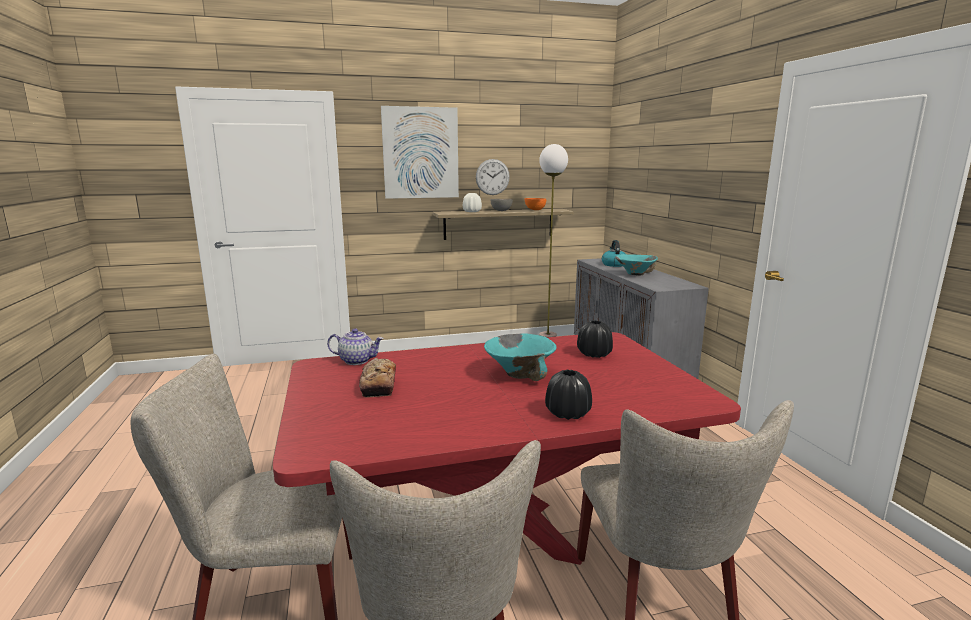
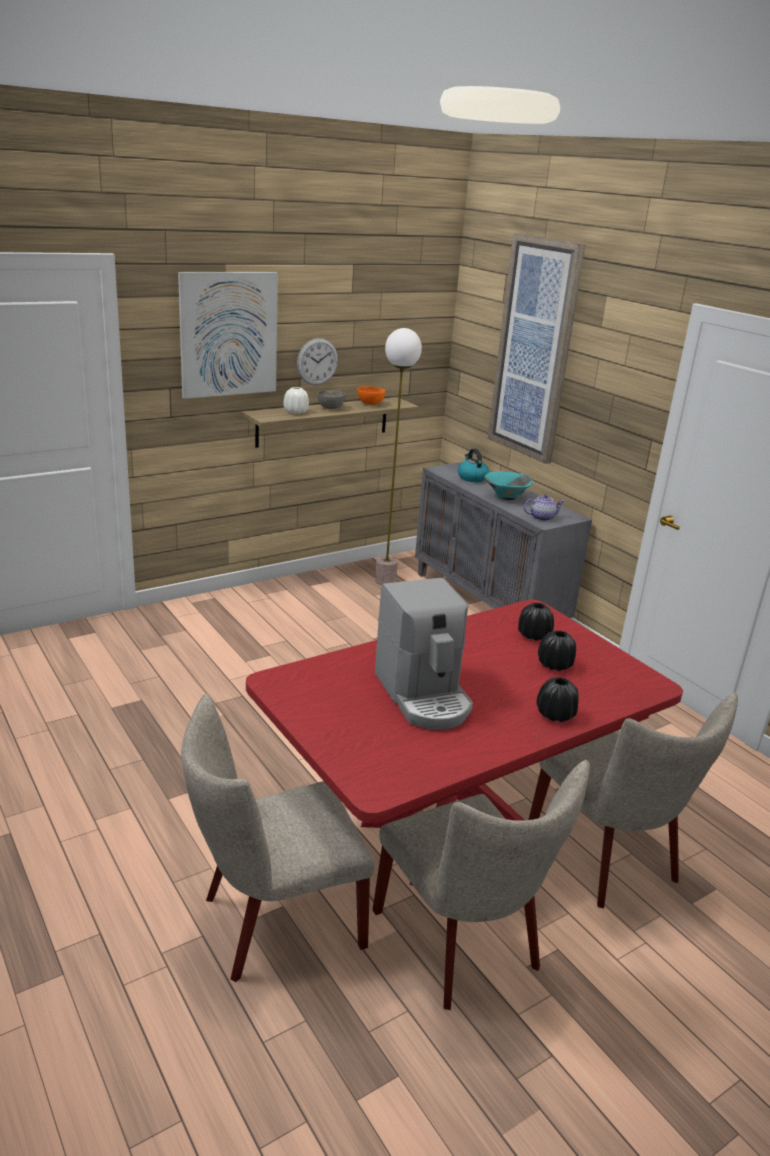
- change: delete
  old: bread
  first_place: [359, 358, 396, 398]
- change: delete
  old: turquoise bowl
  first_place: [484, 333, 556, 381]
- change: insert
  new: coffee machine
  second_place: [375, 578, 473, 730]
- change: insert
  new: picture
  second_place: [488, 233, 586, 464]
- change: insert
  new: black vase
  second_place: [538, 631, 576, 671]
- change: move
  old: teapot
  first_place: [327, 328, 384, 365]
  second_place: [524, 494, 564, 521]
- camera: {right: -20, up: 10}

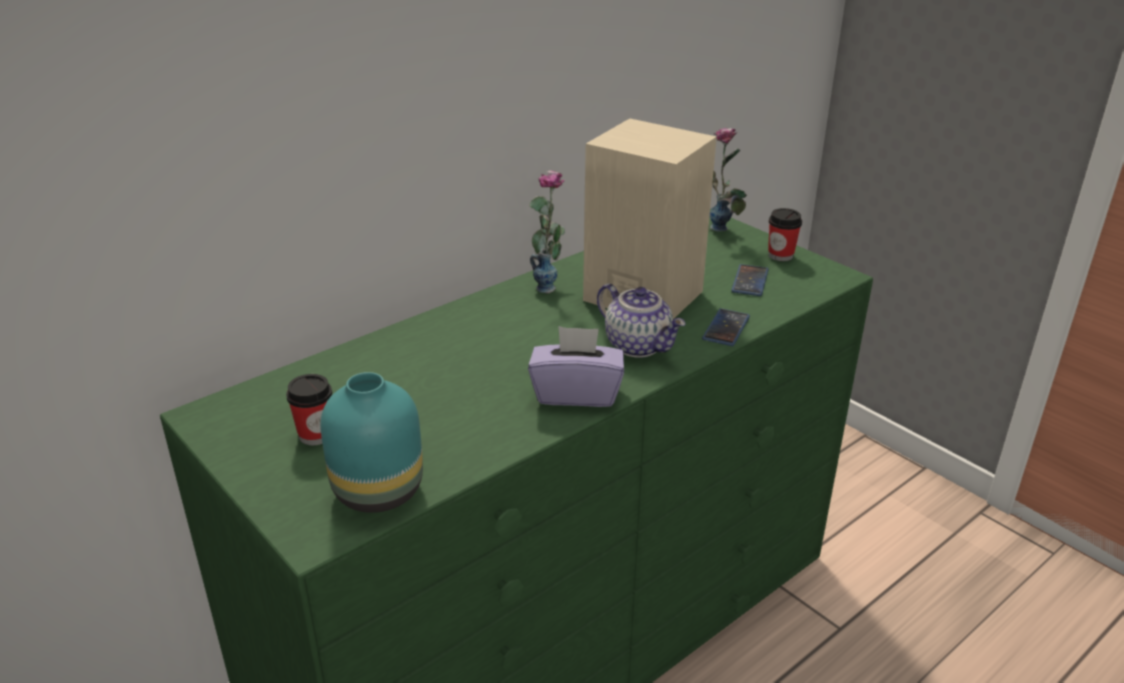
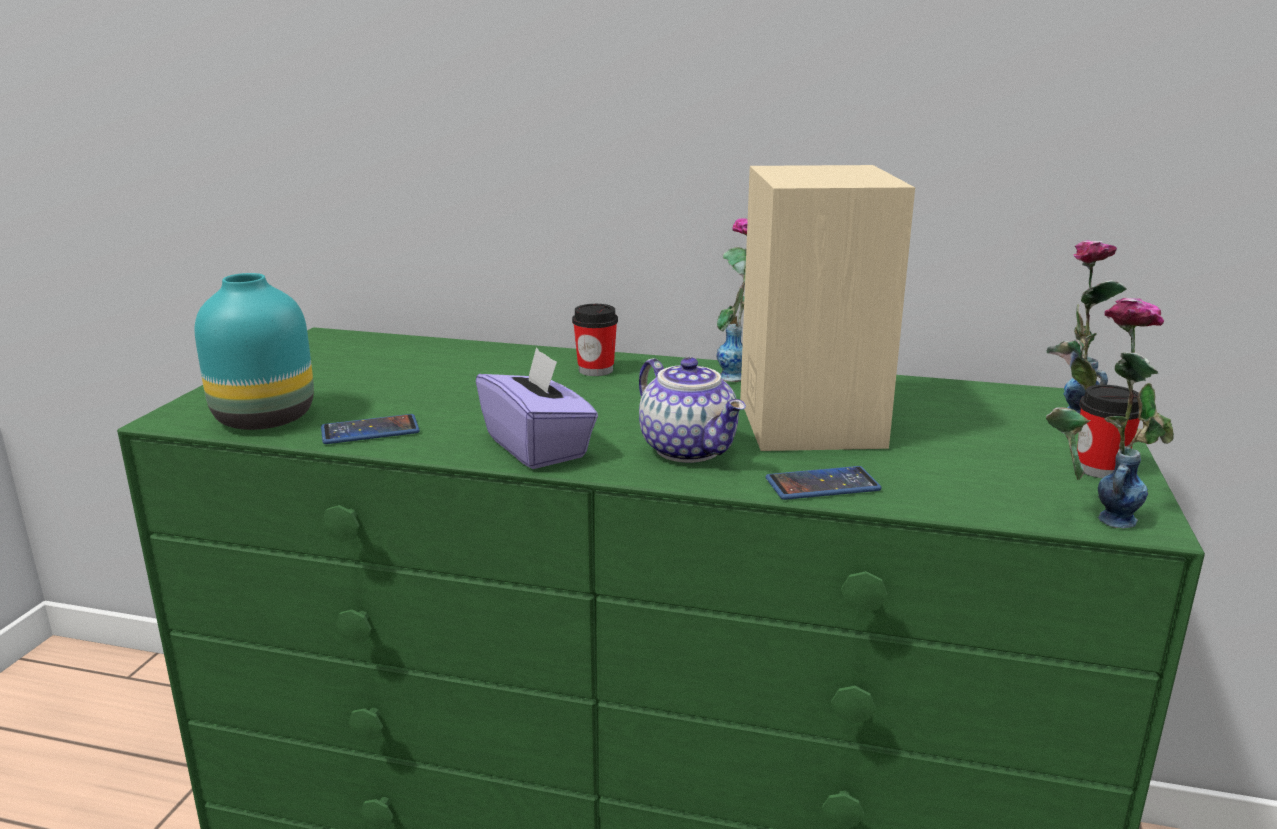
- change: insert
  new: vase
  second_place: [1046, 298, 1174, 529]
- change: move
  old: cup
  first_place: [286, 374, 332, 445]
  second_place: [572, 304, 618, 376]
- change: move
  old: phone
  first_place: [731, 264, 769, 296]
  second_place: [321, 414, 420, 444]
- change: rotate
  old: teapot
  first_place: [597, 283, 686, 358]
  second_place: [639, 357, 746, 463]
  degrees: -45
- camera: {right: 55, up: -10}

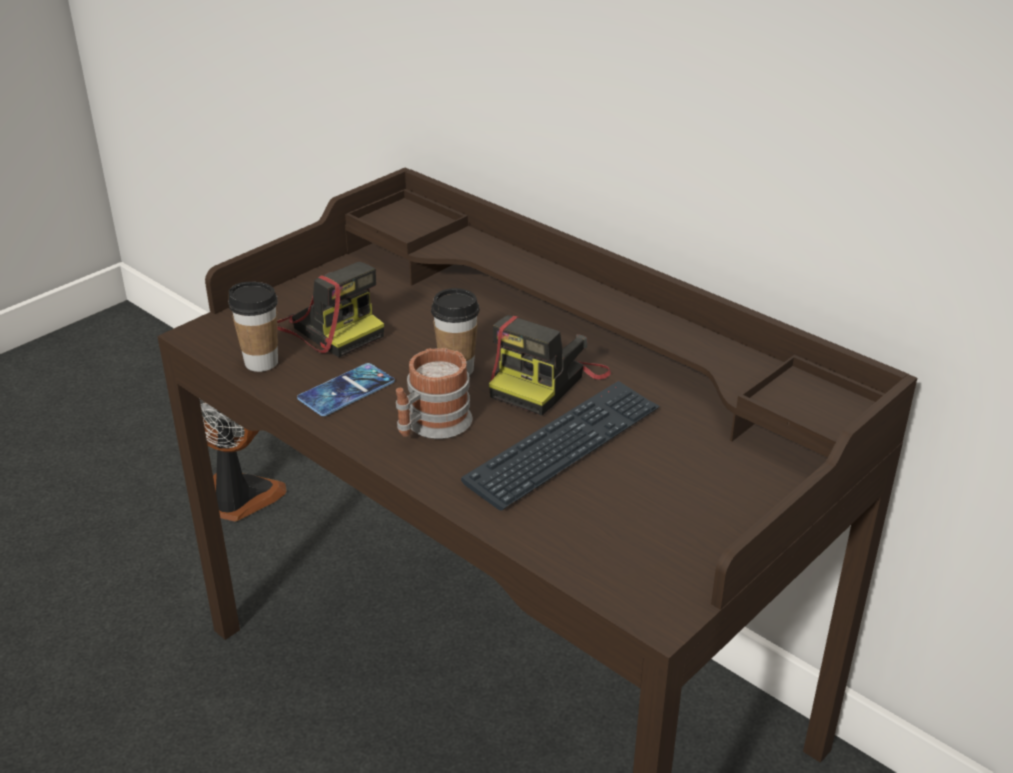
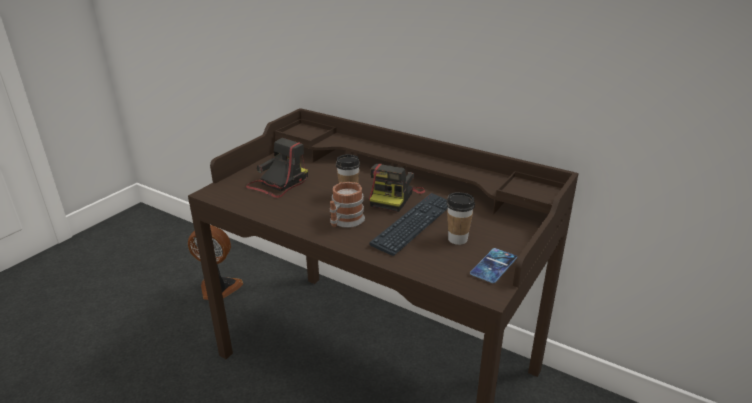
- change: move
  old: cup
  first_place: [228, 282, 278, 372]
  second_place: [446, 192, 475, 245]
- change: move
  old: phone
  first_place: [297, 363, 395, 416]
  second_place: [470, 248, 517, 283]
- change: rotate
  old: photo camera
  first_place: [277, 262, 384, 357]
  second_place: [246, 138, 308, 198]
  degrees: -90
- camera: {right: -10, up: -5}

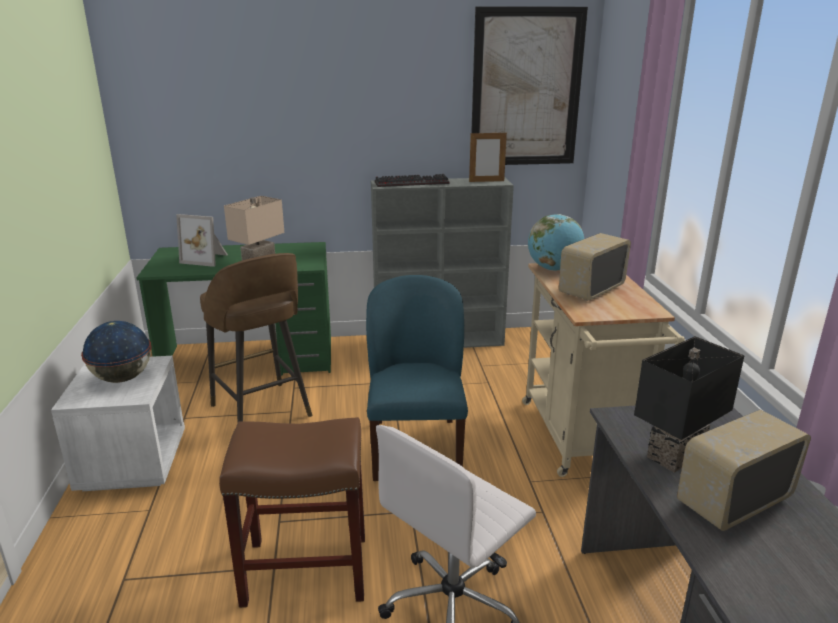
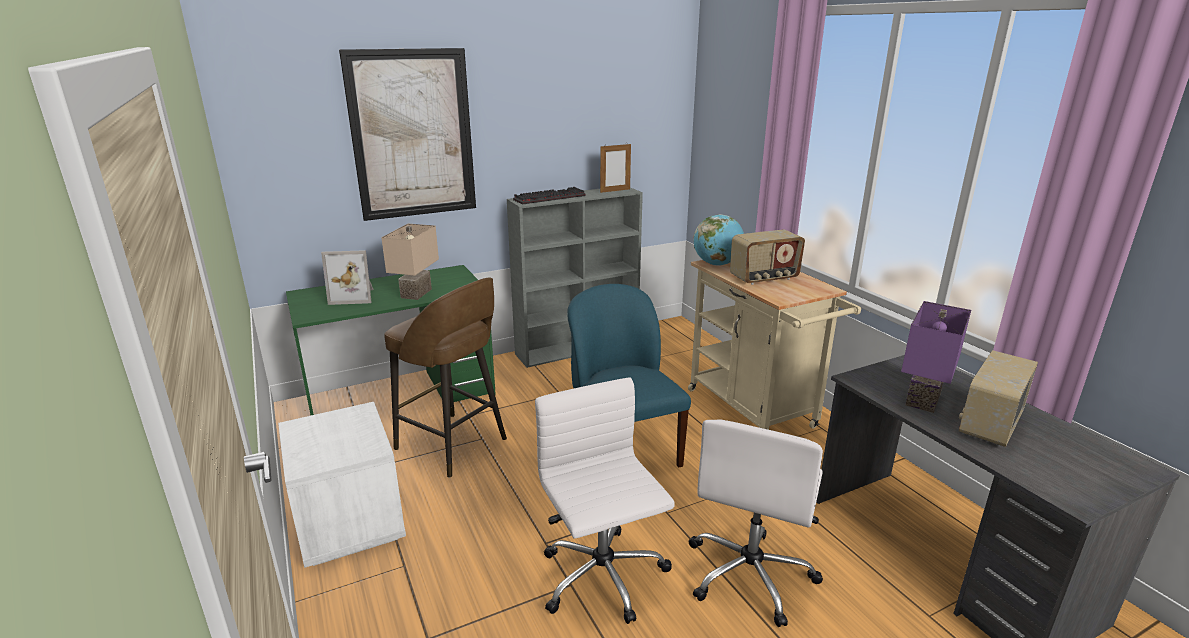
- change: delete
  old: globe
  first_place: [81, 321, 151, 383]
- change: move
  old: picture
  first_place: [471, 6, 588, 165]
  second_place: [339, 48, 476, 221]
- change: replace
  old: brown stool
  new: white office chair
  first_place: [219, 417, 365, 608]
  second_place: [535, 377, 675, 624]
- change: recolor
  old: black table lamp
  new: purple table lamp
  first_place: [634, 336, 744, 473]
  second_place: [901, 301, 971, 413]
- change: rotate
  old: radio
  first_place: [559, 233, 631, 301]
  second_place: [730, 229, 805, 285]
  degrees: -135
- camera: {right: -20, up: 0}

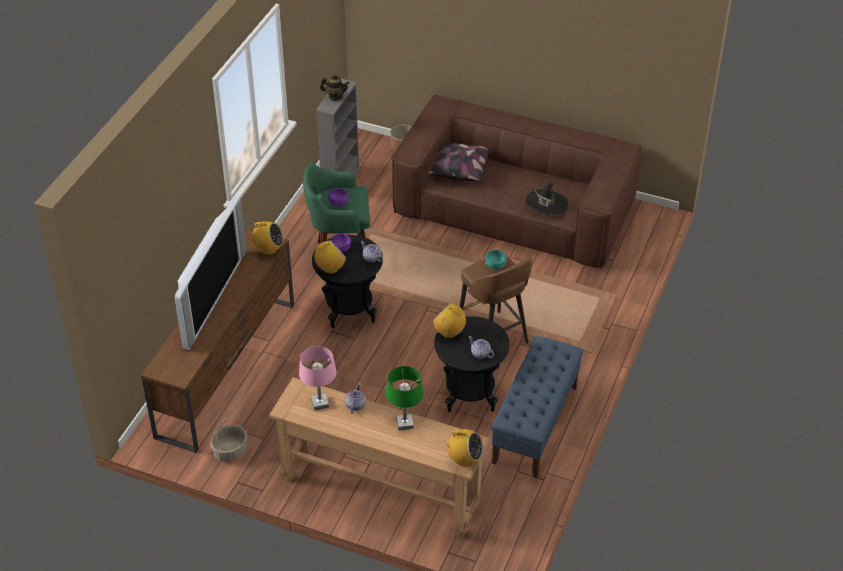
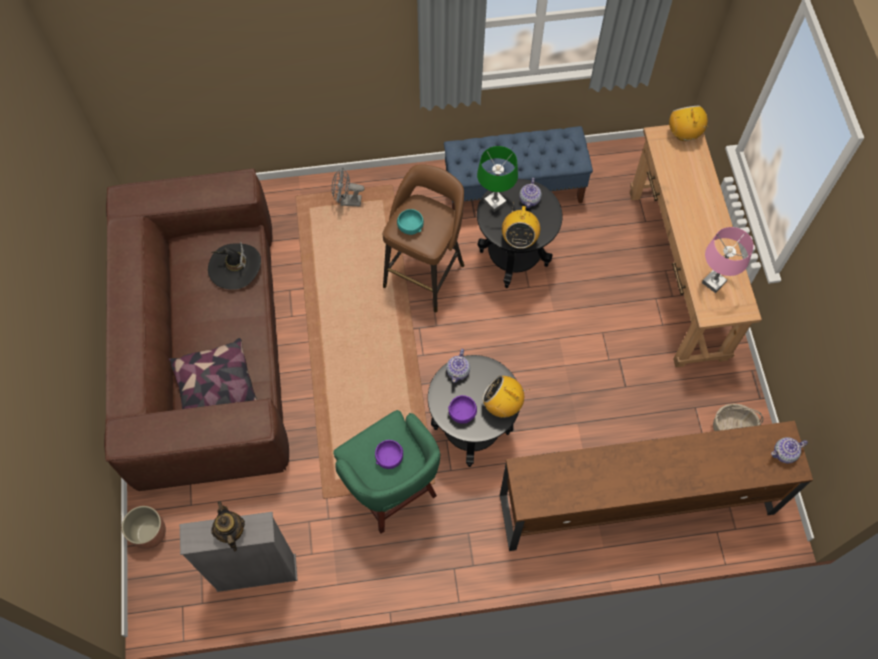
- change: delete
  old: television
  first_place: [175, 197, 246, 350]
- change: delete
  old: radio
  first_place: [248, 222, 283, 255]
- change: insert
  new: grey fan
  second_place: [332, 168, 364, 206]
- change: move
  old: teapot
  first_place: [345, 383, 366, 414]
  second_place: [771, 437, 808, 464]
- change: move
  old: green table lamp
  first_place: [386, 366, 424, 431]
  second_place: [477, 146, 518, 212]
- camera: {right: -120, up: 20}

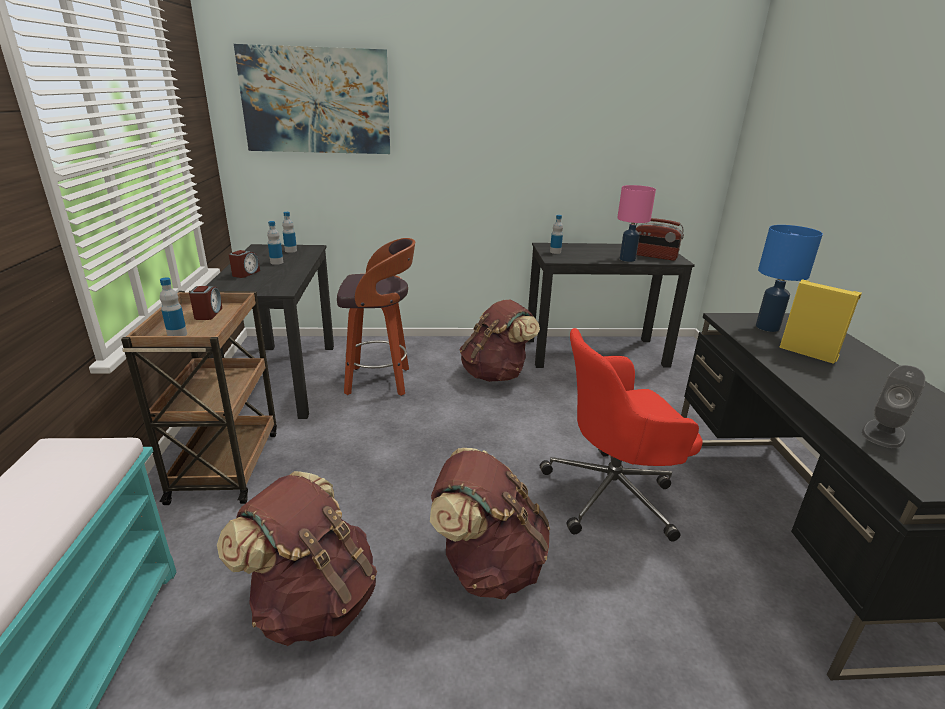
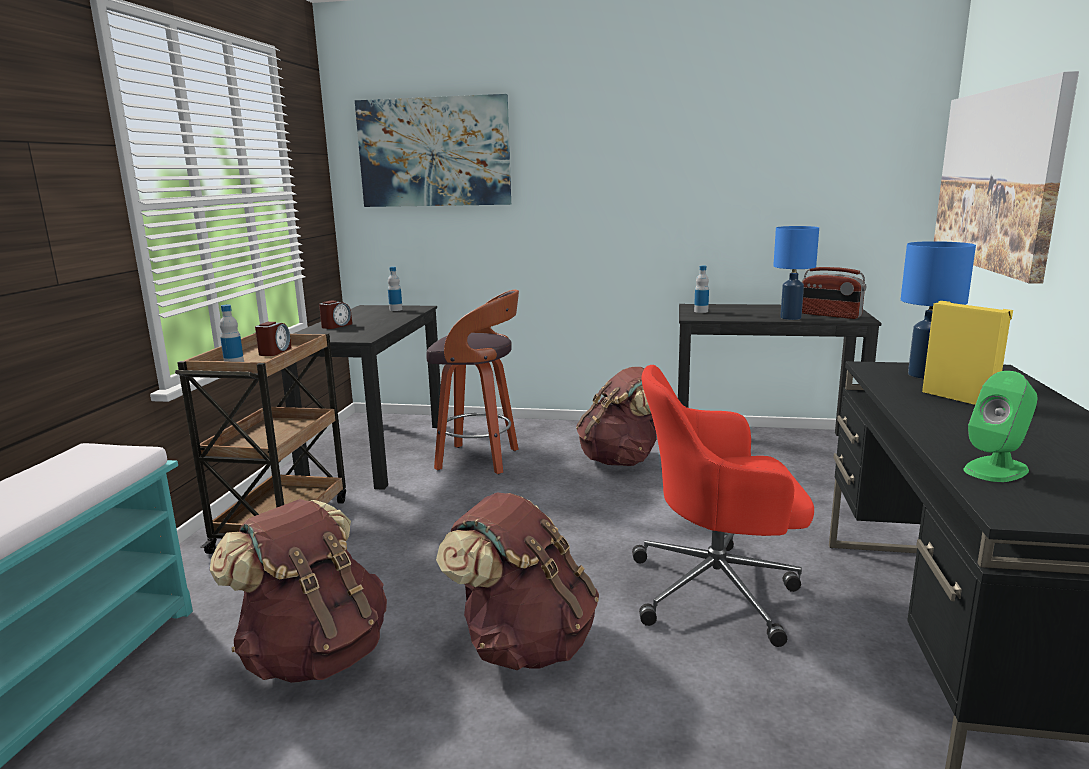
- change: delete
  old: bottle
  first_place: [267, 221, 283, 265]
- change: insert
  new: picture
  second_place: [934, 71, 1079, 284]
- change: recolor
  old: pink table lamp
  new: blue table lamp
  first_place: [617, 185, 656, 262]
  second_place: [773, 226, 819, 320]
- change: recolor
  old: grey speaker
  new: green speaker
  first_place: [862, 365, 925, 448]
  second_place: [964, 371, 1037, 482]
- camera: {right: 15, up: -10}

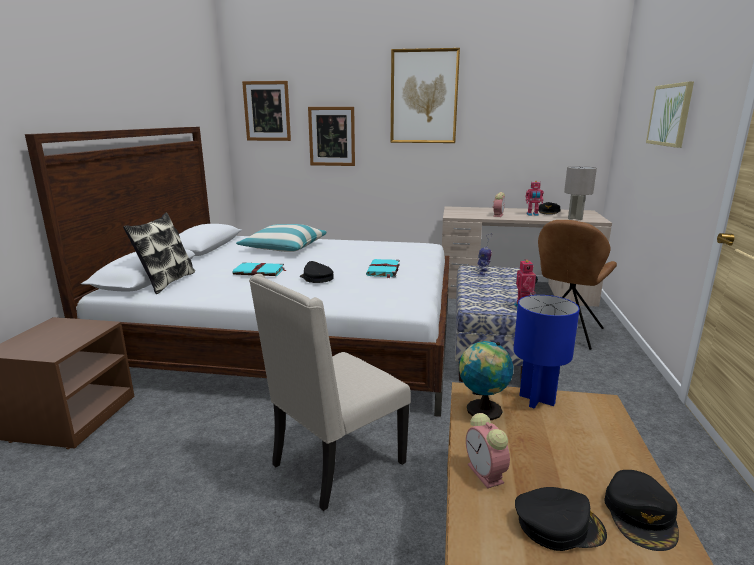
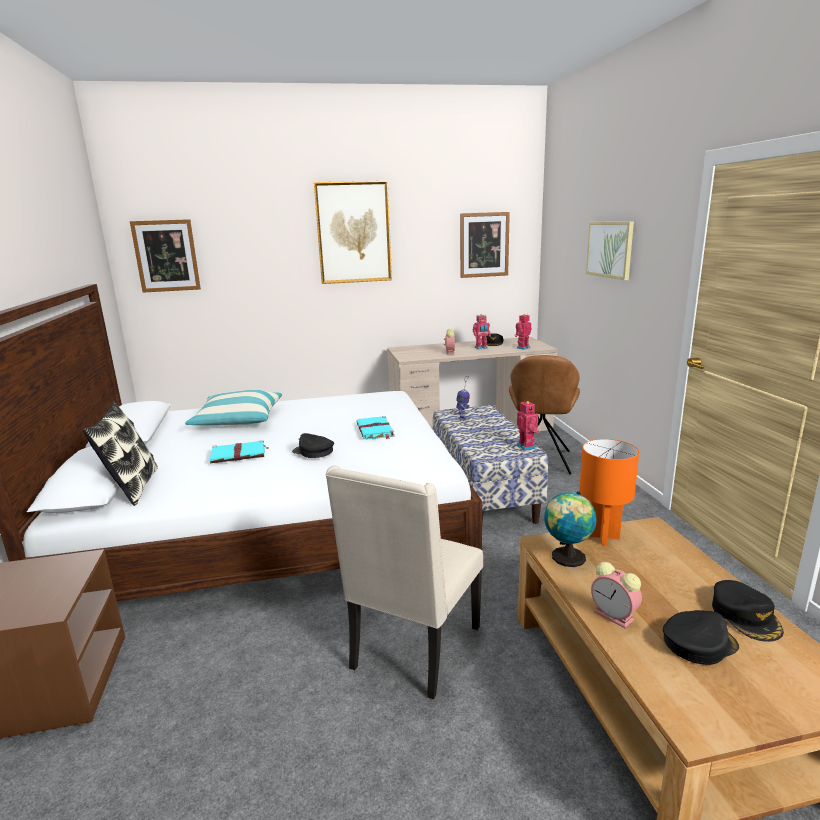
- change: move
  old: picture
  first_place: [308, 107, 355, 166]
  second_place: [460, 212, 510, 278]
- change: replace
  old: grey table lamp
  new: toy robot
  first_place: [564, 166, 597, 220]
  second_place: [515, 314, 532, 350]
- change: recolor
  old: blue table lamp
  new: orange table lamp
  first_place: [513, 295, 580, 409]
  second_place: [579, 439, 639, 545]
- camera: {right: -20, up: 0}

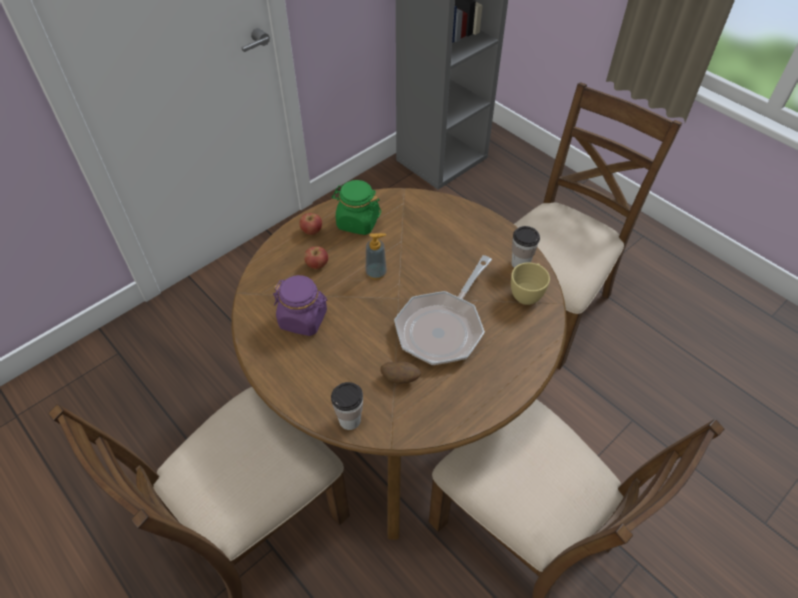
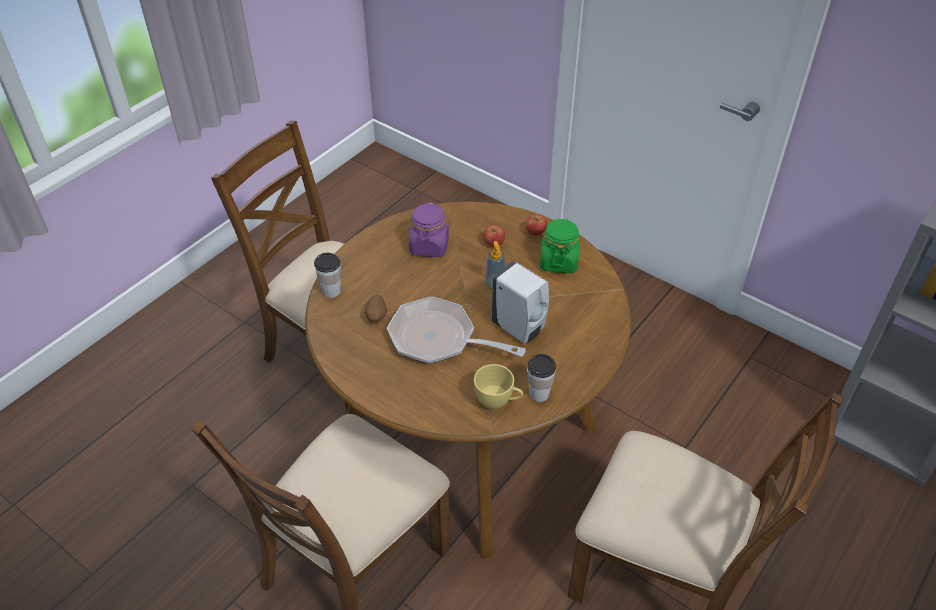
- change: insert
  new: white soap dispenser
  second_place: [492, 261, 549, 344]
- camera: {right: 80, up: -5}

